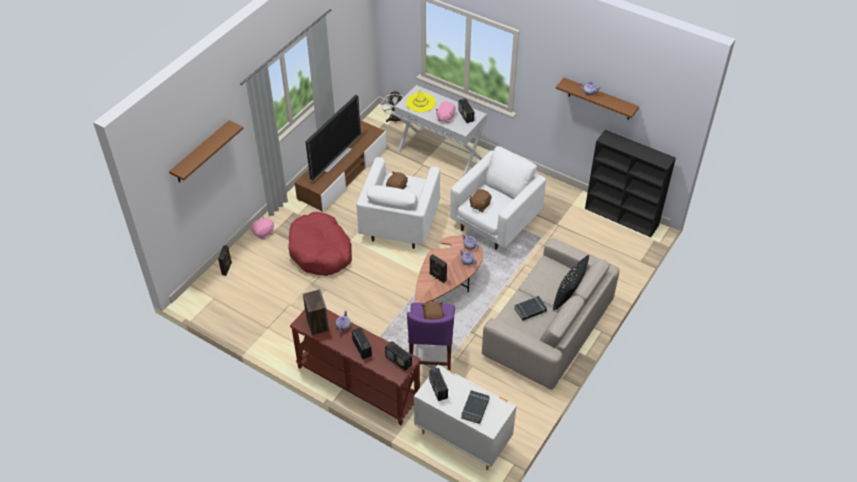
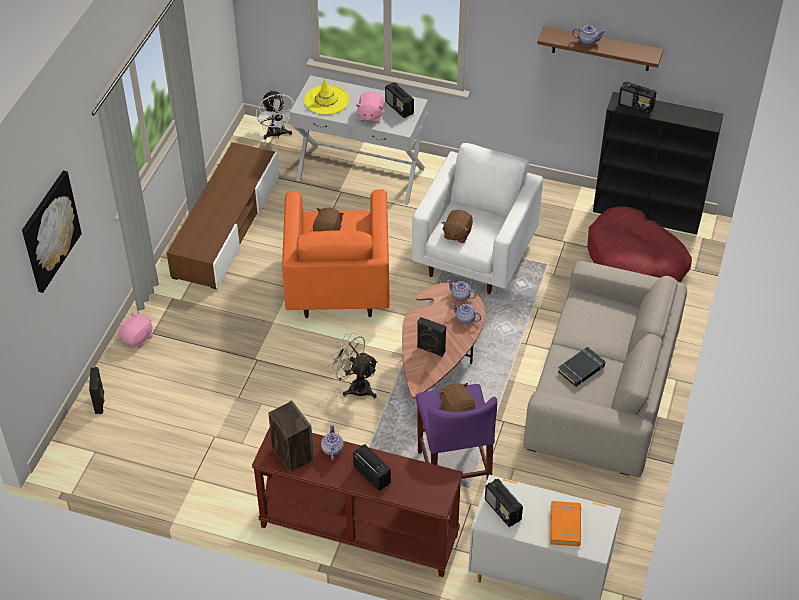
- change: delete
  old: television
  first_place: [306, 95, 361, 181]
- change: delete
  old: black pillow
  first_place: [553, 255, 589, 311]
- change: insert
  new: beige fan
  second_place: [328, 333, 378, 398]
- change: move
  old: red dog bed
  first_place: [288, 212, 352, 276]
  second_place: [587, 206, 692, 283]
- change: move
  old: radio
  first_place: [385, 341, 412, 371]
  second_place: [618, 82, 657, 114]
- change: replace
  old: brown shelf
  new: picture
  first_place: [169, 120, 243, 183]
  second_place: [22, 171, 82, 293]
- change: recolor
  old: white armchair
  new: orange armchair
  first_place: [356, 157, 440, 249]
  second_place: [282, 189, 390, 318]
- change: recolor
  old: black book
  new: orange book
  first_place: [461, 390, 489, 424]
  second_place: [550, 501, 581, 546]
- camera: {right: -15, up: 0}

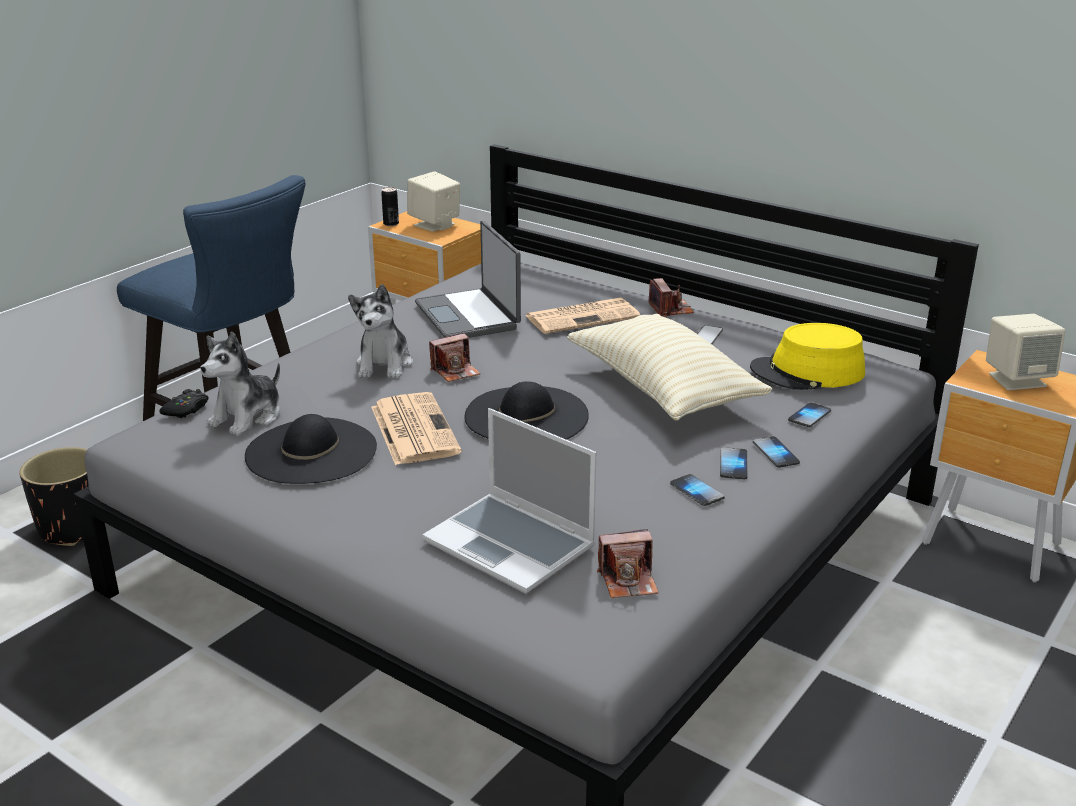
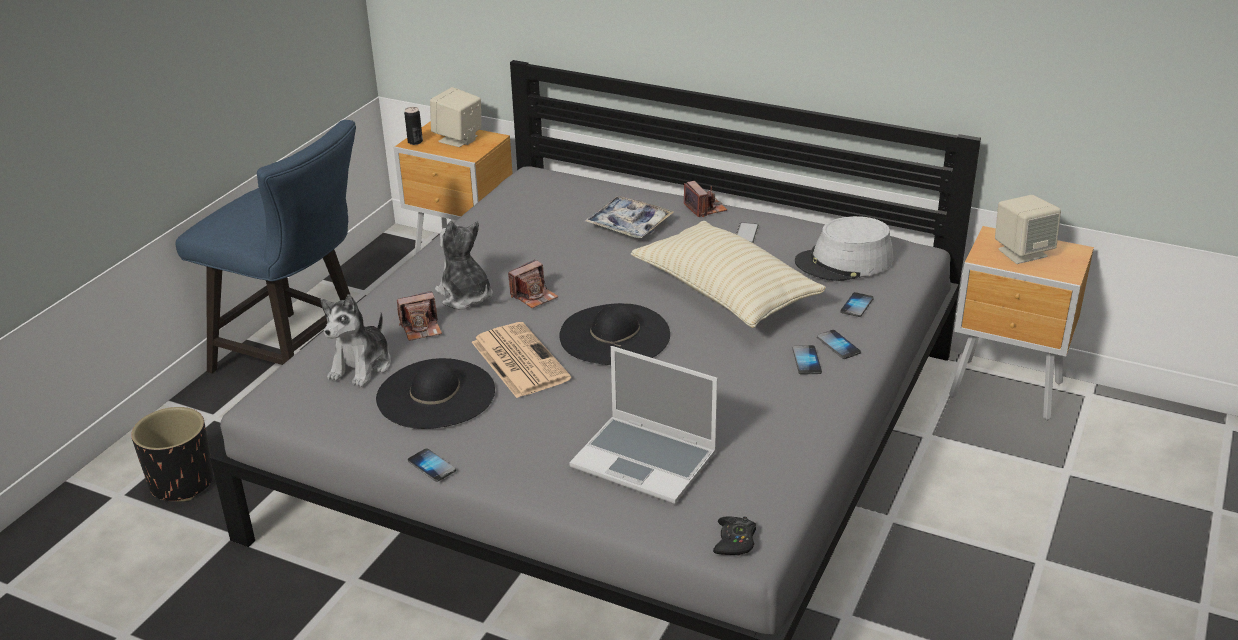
- change: delete
  old: laptop
  first_place: [415, 221, 521, 338]
- change: move
  old: black game controller
  first_place: [159, 389, 208, 418]
  second_place: [713, 516, 756, 555]
- change: move
  old: photo camera
  first_place: [597, 529, 659, 598]
  second_place: [397, 291, 442, 341]
- change: move
  old: phone
  first_place: [670, 474, 725, 506]
  second_place: [408, 448, 456, 482]
- change: replace
  old: newspaper
  new: tray
  first_place: [525, 298, 640, 334]
  second_place: [585, 196, 674, 238]
- change: recolor
  old: yellow hat
  new: grey hat
  first_place: [750, 323, 865, 390]
  second_place: [795, 216, 893, 281]
- change: rotate
  old: plush toy
  first_place: [348, 284, 413, 379]
  second_place: [435, 221, 493, 309]
  degrees: 150
- camera: {right: -10, up: 5}

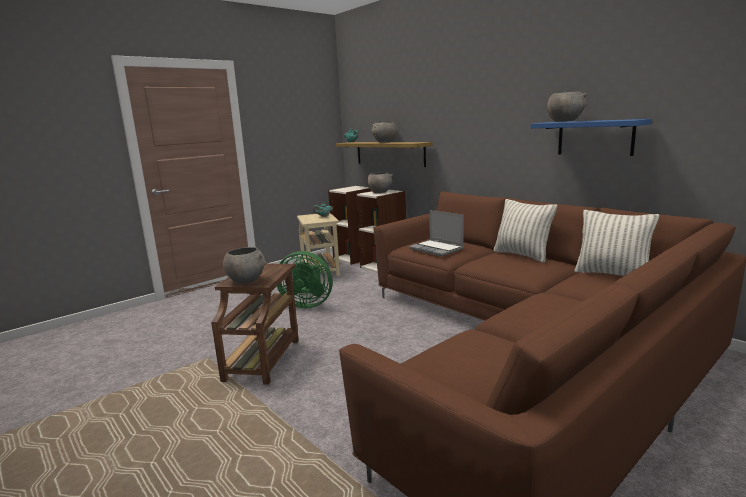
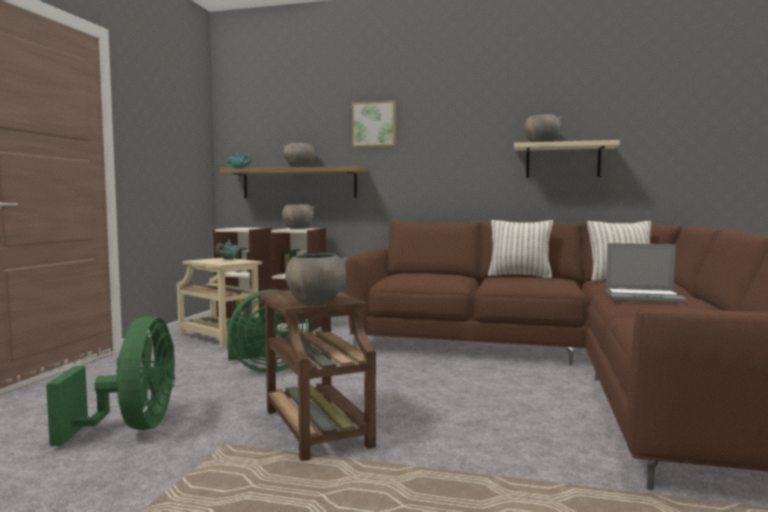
- change: insert
  new: green fan
  second_place: [46, 316, 175, 446]
- change: insert
  new: picture
  second_place: [352, 100, 395, 147]
- change: move
  old: laptop
  first_place: [409, 210, 464, 256]
  second_place: [605, 243, 686, 303]
- change: recolor
  old: blue shelf
  new: beige shelf
  first_place: [531, 119, 652, 156]
  second_place: [514, 140, 620, 178]
- camera: {right: -35, up: -10}

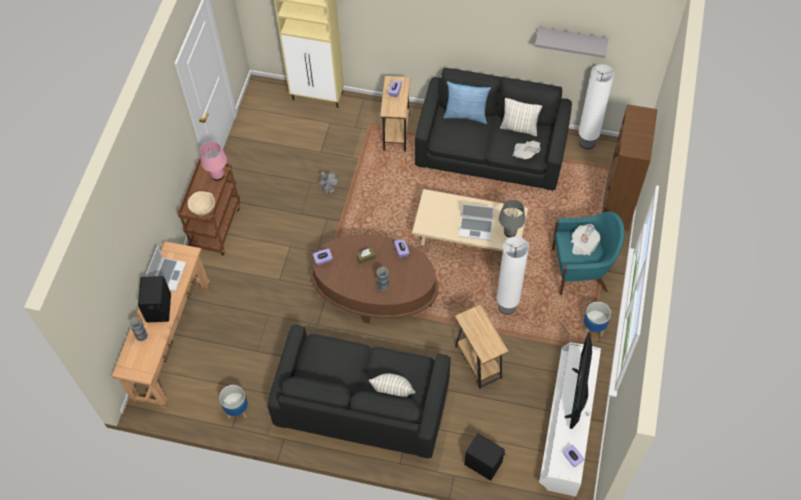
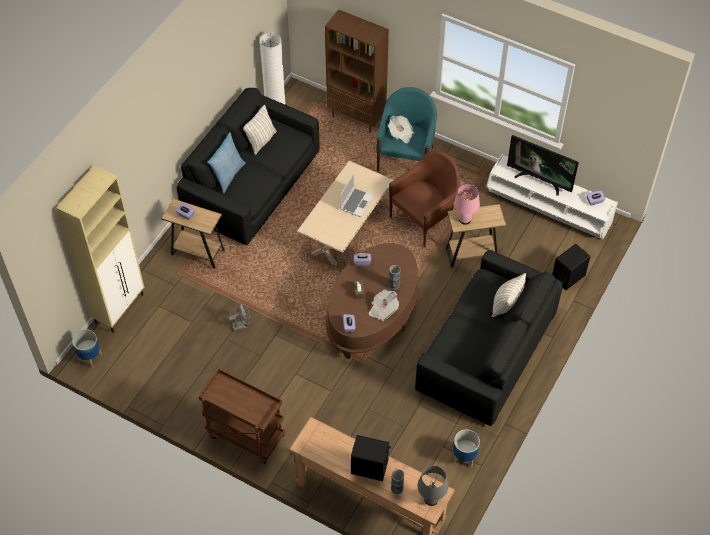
- change: delete
  old: laptop
  first_place: [146, 245, 186, 291]
- change: delete
  old: beige bowl
  first_place: [187, 191, 215, 216]
- change: delete
  old: grey shelf
  first_place: [535, 27, 608, 58]
- change: move
  old: pink table lamp
  first_place: [200, 141, 227, 181]
  second_place: [454, 184, 480, 225]
- change: move
  old: grey table lamp
  first_place: [499, 200, 525, 237]
  second_place: [418, 466, 448, 506]
- change: move
  old: newspaper
  first_place: [513, 141, 541, 159]
  second_place: [369, 290, 399, 321]
- change: move
  old: planter
  first_place: [584, 302, 611, 337]
  second_place: [72, 329, 102, 367]
- change: replace
  old: white floor lamp
  new: brown armchair
  first_place: [497, 237, 529, 315]
  second_place: [389, 151, 460, 247]
- camera: {right: -75, up: -5}

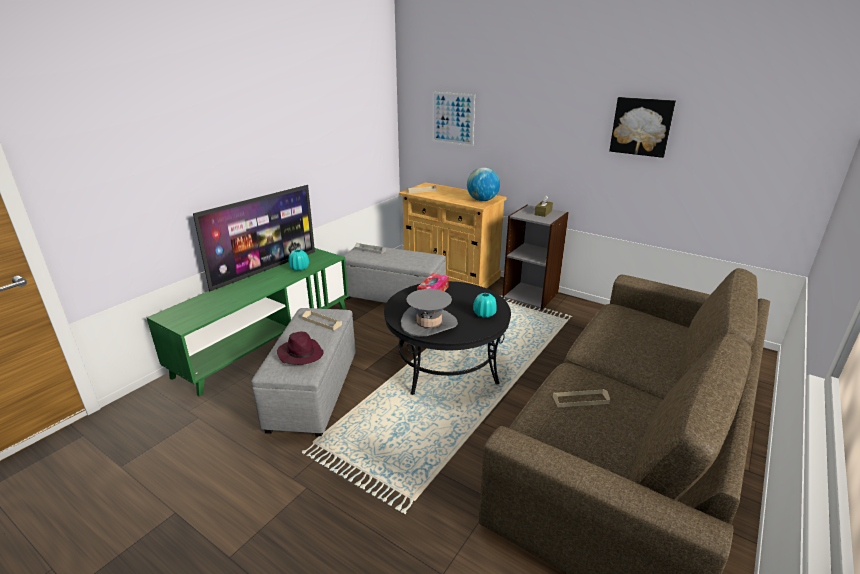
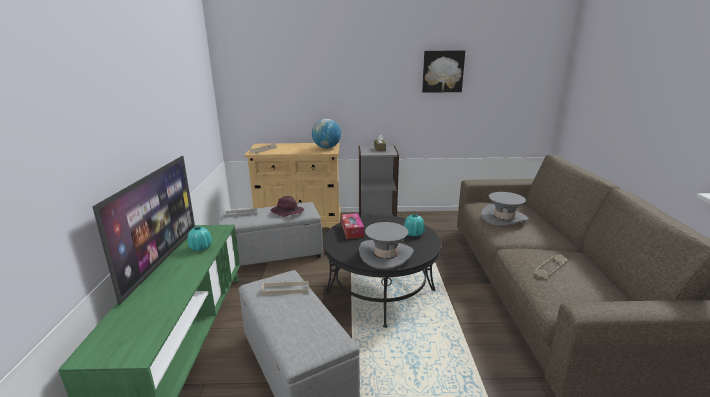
- change: delete
  old: picture
  first_place: [433, 92, 475, 146]
- change: insert
  new: grey hat
  second_place: [481, 192, 528, 225]
- change: move
  old: purple hat
  first_place: [277, 332, 324, 365]
  second_place: [271, 196, 304, 217]
- camera: {right: -35, up: -5}

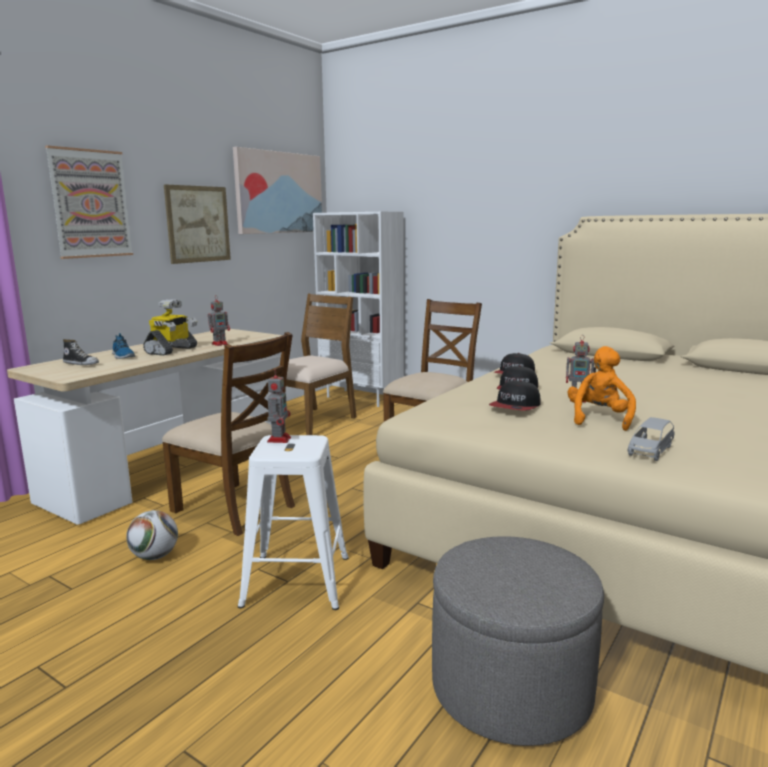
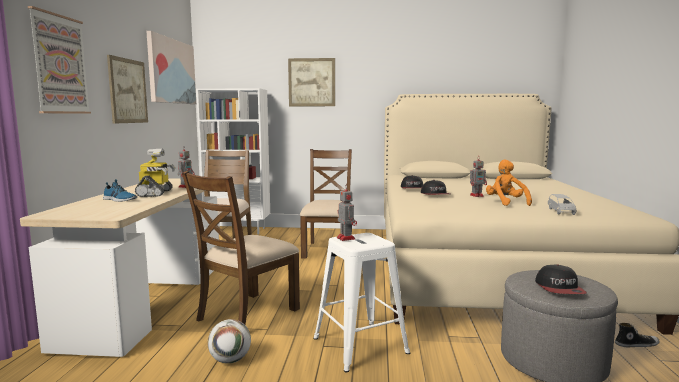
- change: insert
  new: picture
  second_place: [288, 58, 335, 106]
- change: move
  old: shoe
  first_place: [63, 339, 99, 365]
  second_place: [615, 323, 660, 347]
- change: move
  old: cap
  first_place: [489, 380, 541, 411]
  second_place: [535, 264, 587, 294]
- change: rotate
  old: brown chair
  first_place: [162, 332, 295, 536]
  second_place: [182, 171, 300, 324]
  degrees: 120
- camera: {right: -30, up: -5}

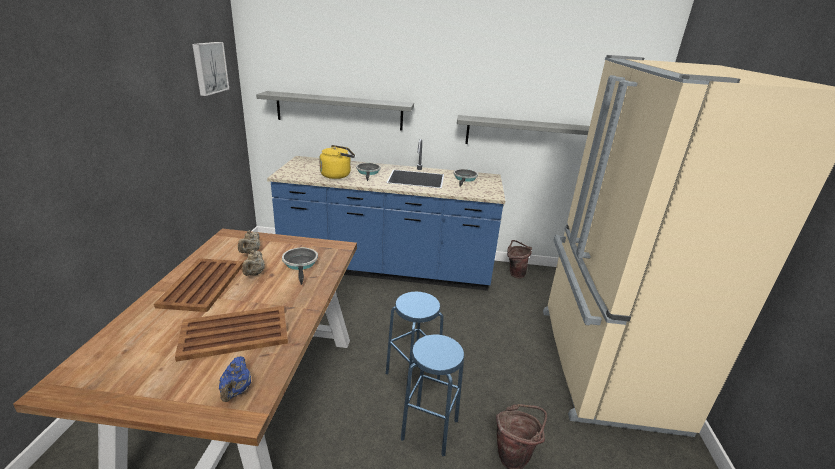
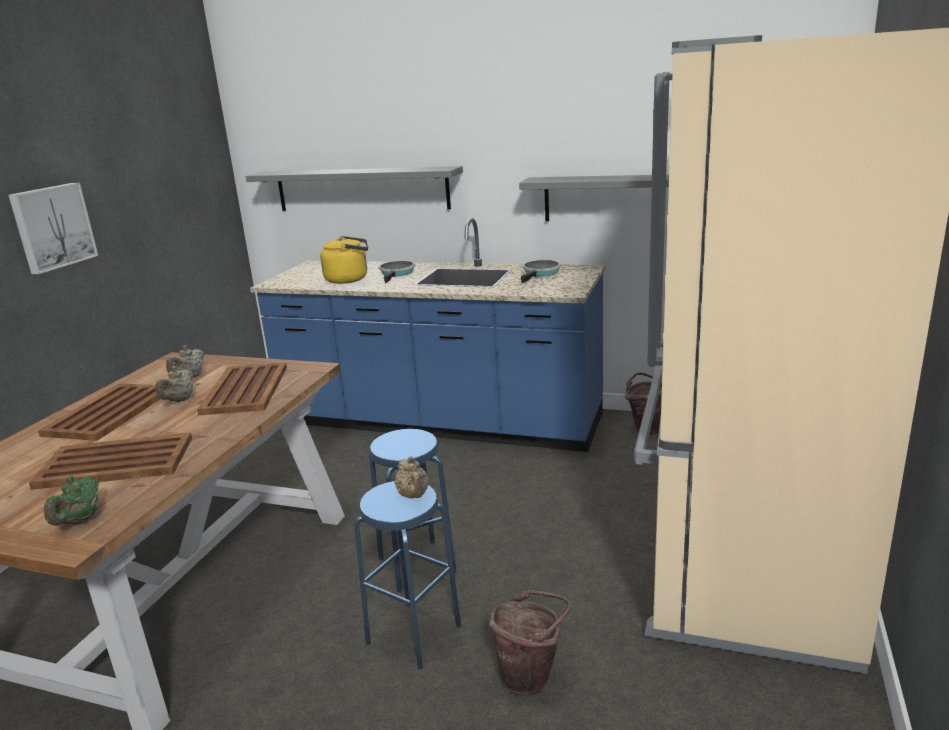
- change: insert
  new: beige teapot
  second_place: [394, 456, 429, 498]
- change: move
  old: picture
  first_place: [192, 42, 229, 96]
  second_place: [8, 183, 98, 274]
- change: replace
  old: frying pan
  new: brown tray
  first_place: [282, 248, 318, 285]
  second_place: [197, 362, 287, 415]
- change: recolor
  old: blue teapot
  new: green teapot
  first_place: [219, 356, 251, 402]
  second_place: [44, 476, 99, 526]
- camera: {right: 15, up: -5}

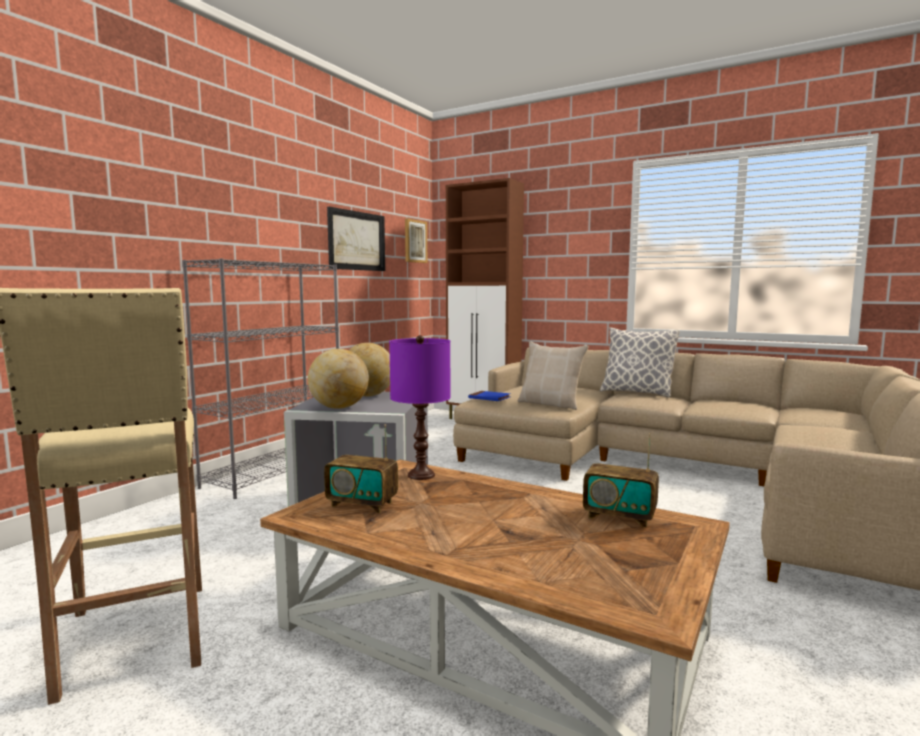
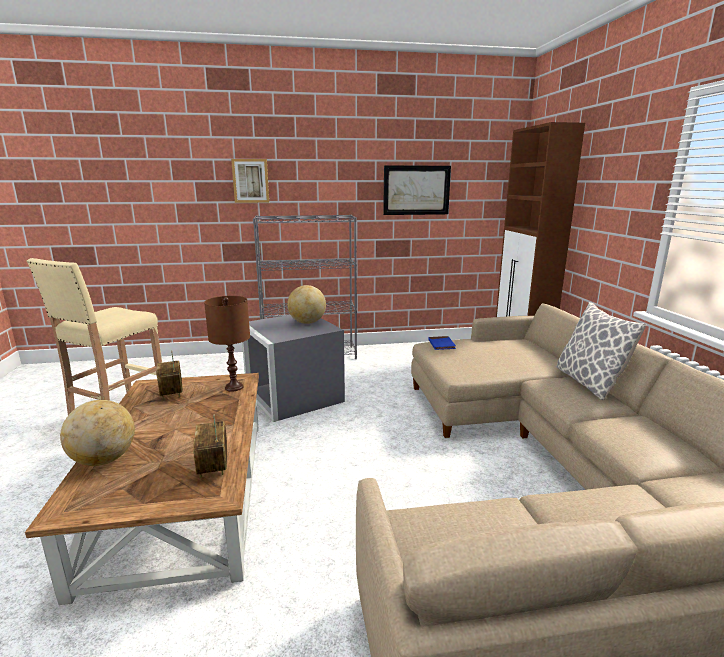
- change: delete
  old: beige pillow
  first_place: [518, 342, 589, 410]
- change: move
  old: globe
  first_place: [308, 349, 369, 409]
  second_place: [60, 400, 135, 466]
- change: move
  old: picture
  first_place: [405, 218, 427, 263]
  second_place: [231, 159, 269, 203]
- change: recolor
  old: purple table lamp
  new: brown table lamp
  first_place: [389, 335, 451, 480]
  second_place: [204, 296, 250, 391]
- camera: {right: 50, up: 10}

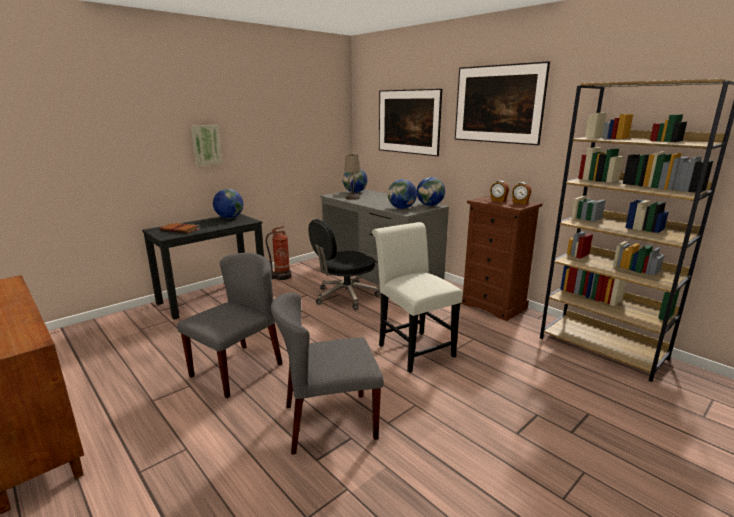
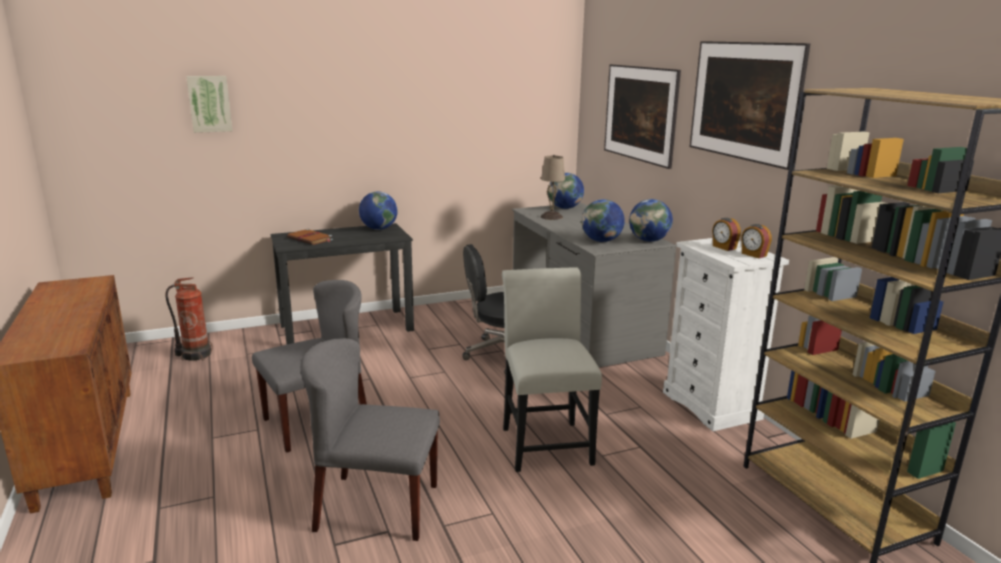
- change: move
  old: picture
  first_place: [191, 125, 222, 166]
  second_place: [186, 76, 233, 133]
- change: move
  old: fire extinguisher
  first_place: [266, 226, 291, 281]
  second_place: [166, 277, 213, 361]
- change: recolor
  old: brown dresser
  new: white dresser
  first_place: [461, 195, 542, 321]
  second_place: [663, 238, 789, 431]
- camera: {right: 20, up: 0}

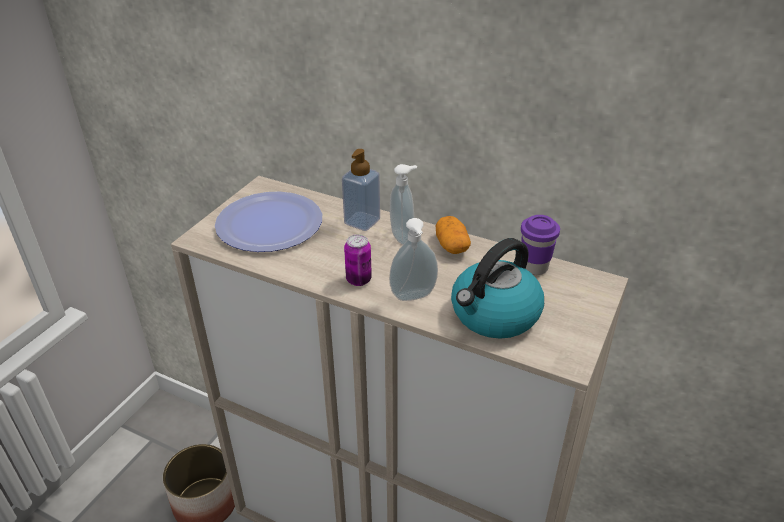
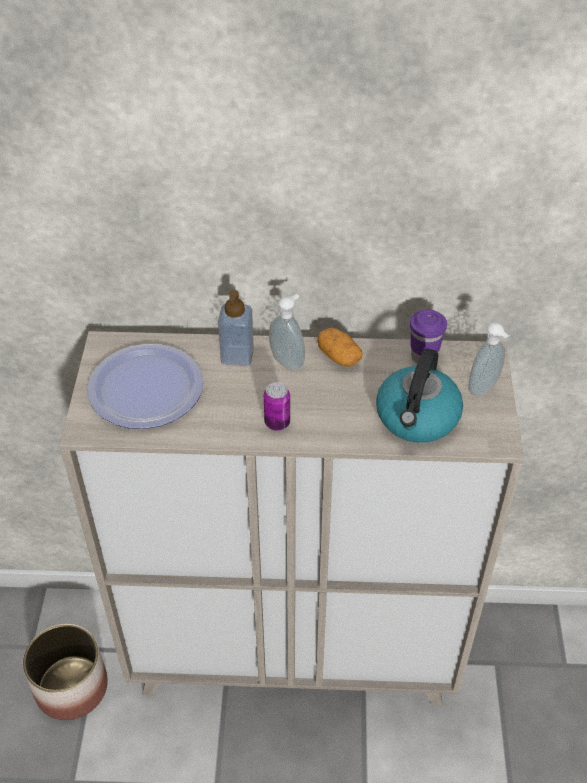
- change: move
  old: soap dispenser
  first_place: [389, 218, 438, 301]
  second_place: [468, 322, 509, 396]
- camera: {right: -25, up: 10}

